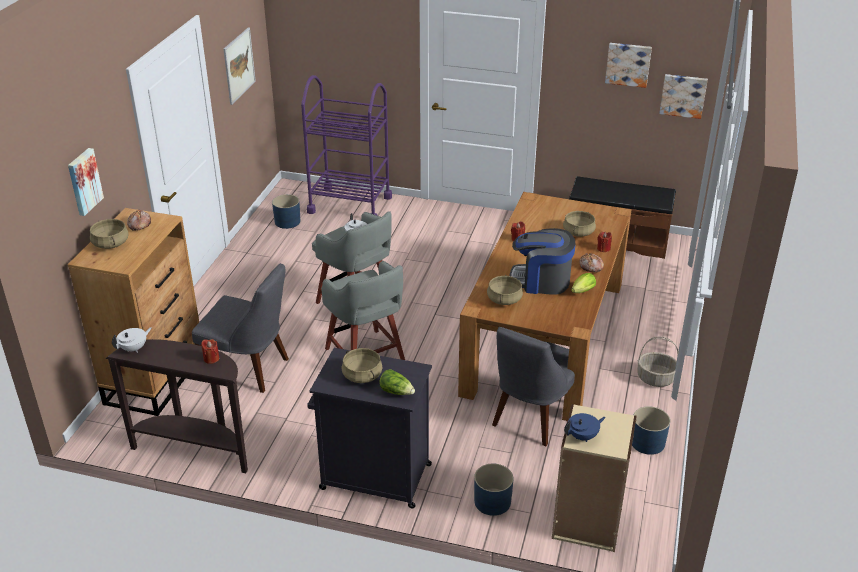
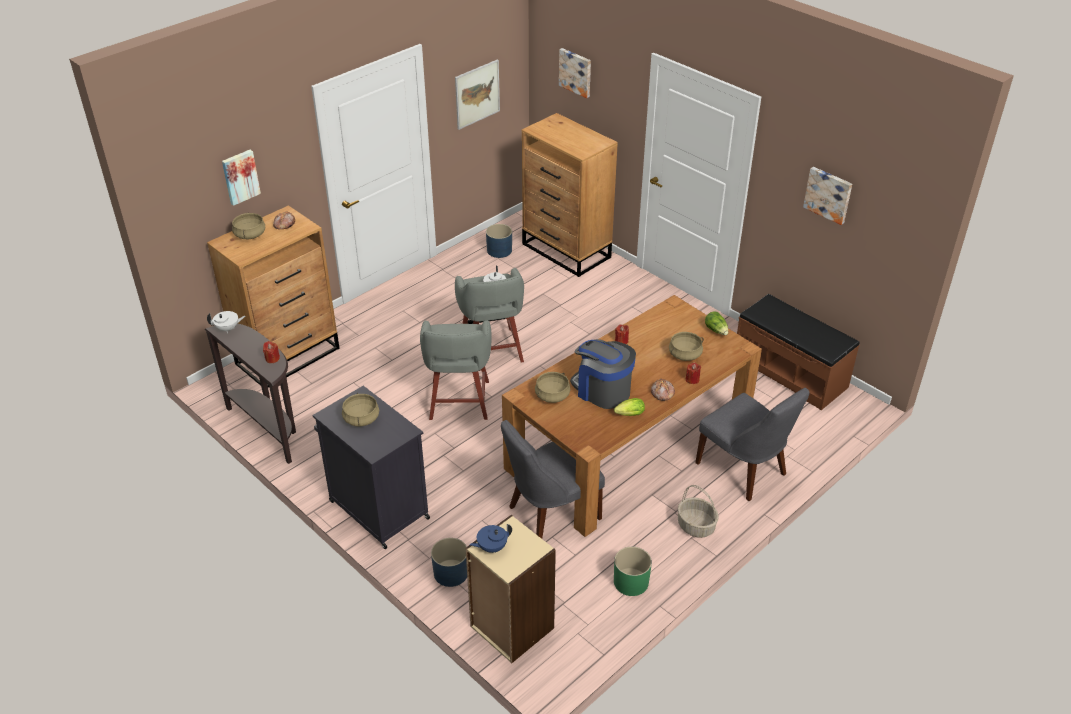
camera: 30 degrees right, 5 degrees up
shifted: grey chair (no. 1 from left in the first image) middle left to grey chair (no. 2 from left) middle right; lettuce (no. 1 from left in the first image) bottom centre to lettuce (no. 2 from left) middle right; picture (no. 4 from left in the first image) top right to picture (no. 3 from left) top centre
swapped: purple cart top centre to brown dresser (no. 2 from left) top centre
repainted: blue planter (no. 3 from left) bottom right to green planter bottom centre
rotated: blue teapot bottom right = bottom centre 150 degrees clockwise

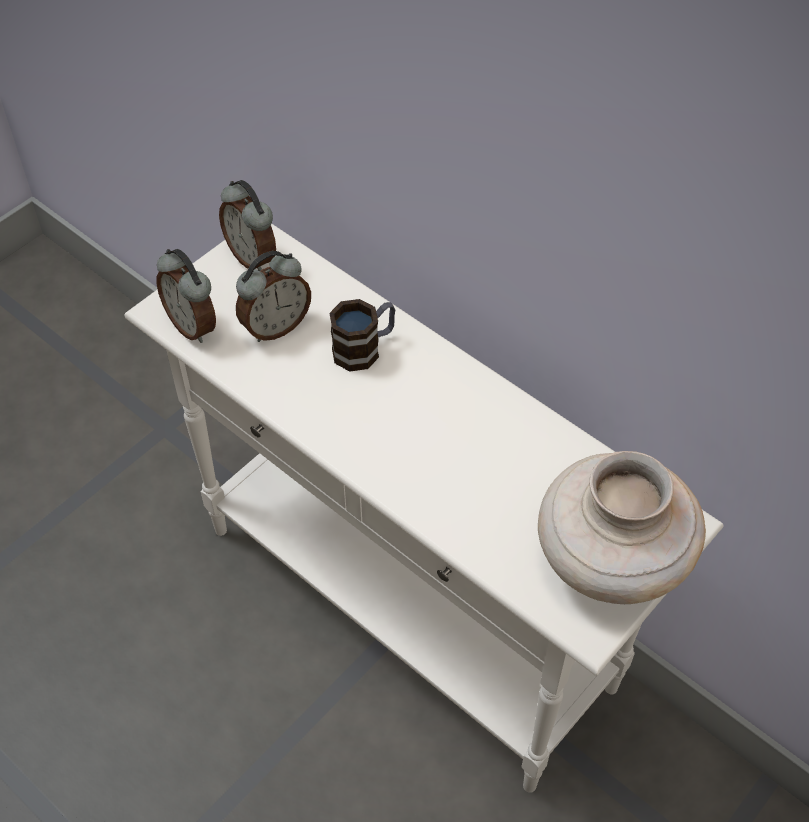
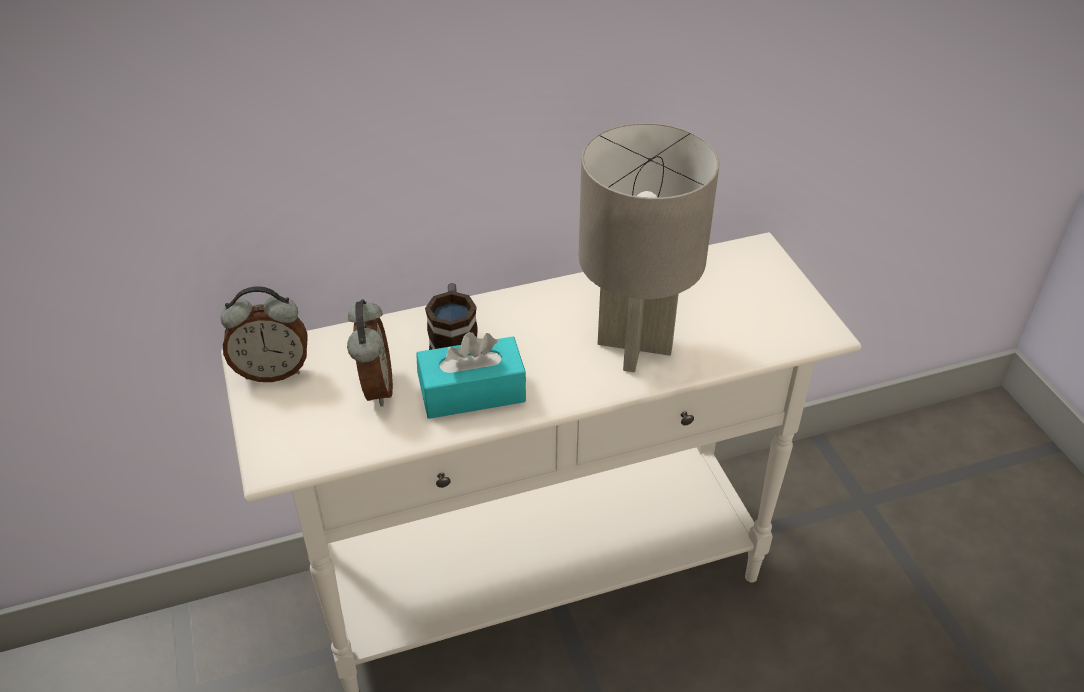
camera: 60 degrees left, 10 degrees down
gone: alarm clock (no. 1 from left) middle left; beige vase middle right
new: turquoise tissue box centre; grey table lamp centre

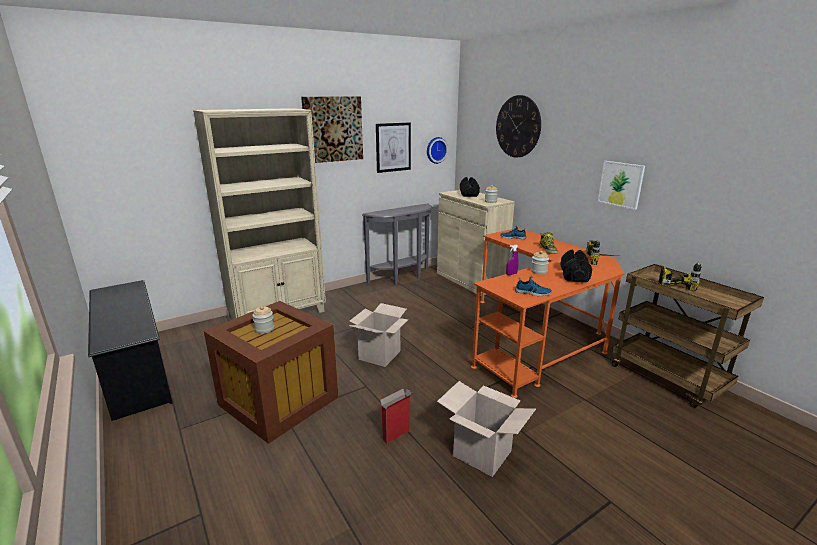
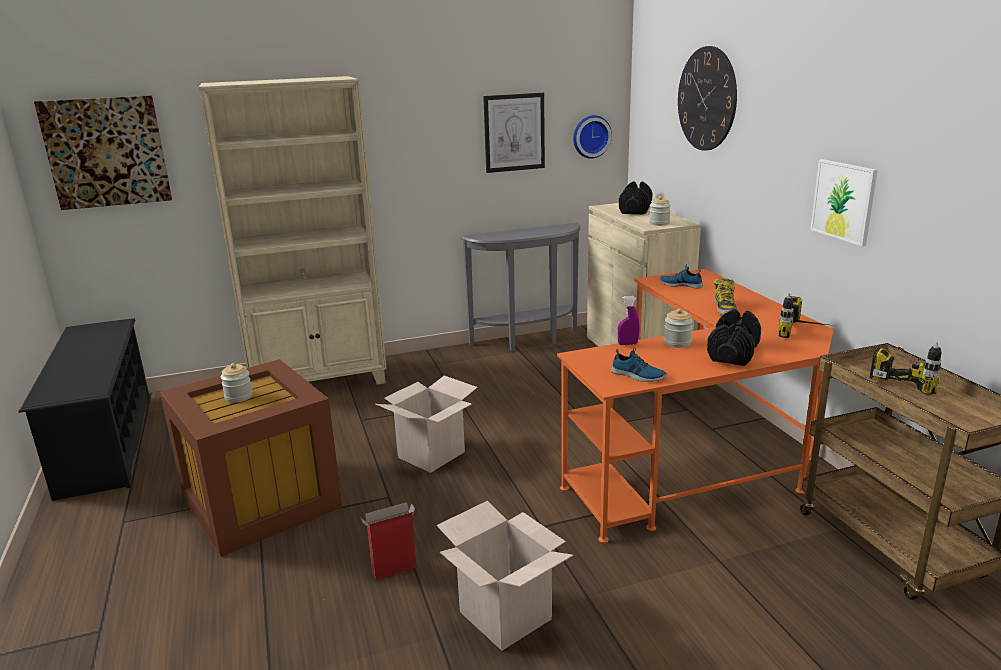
camera: 15 degrees right, 0 degrees up
shifted: picture (no. 1 from left) top centre to top left

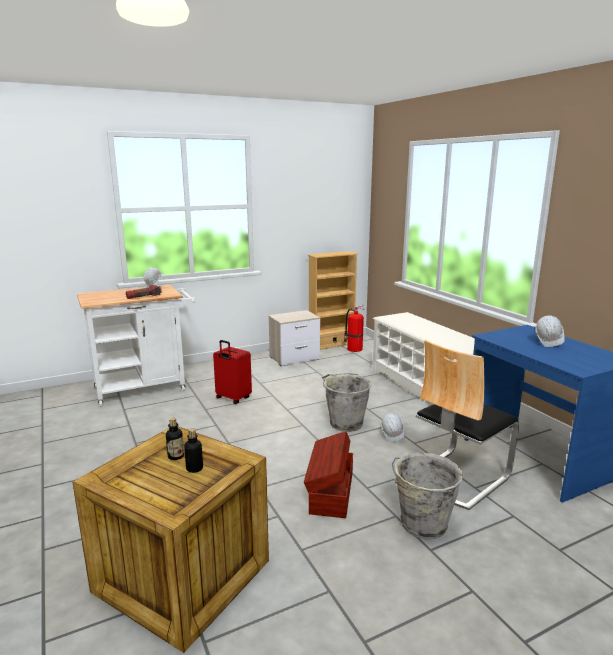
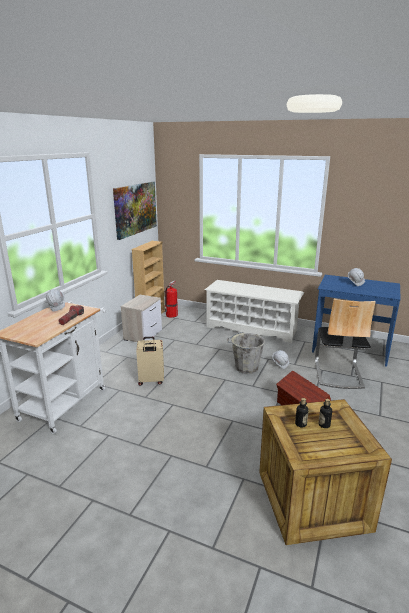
camera: 40 degrees left, 5 degrees up
gone: grey bucket (no. 2 from left) bottom right
new: picture middle left
repainted: red suitcase centre to beige suitcase centre

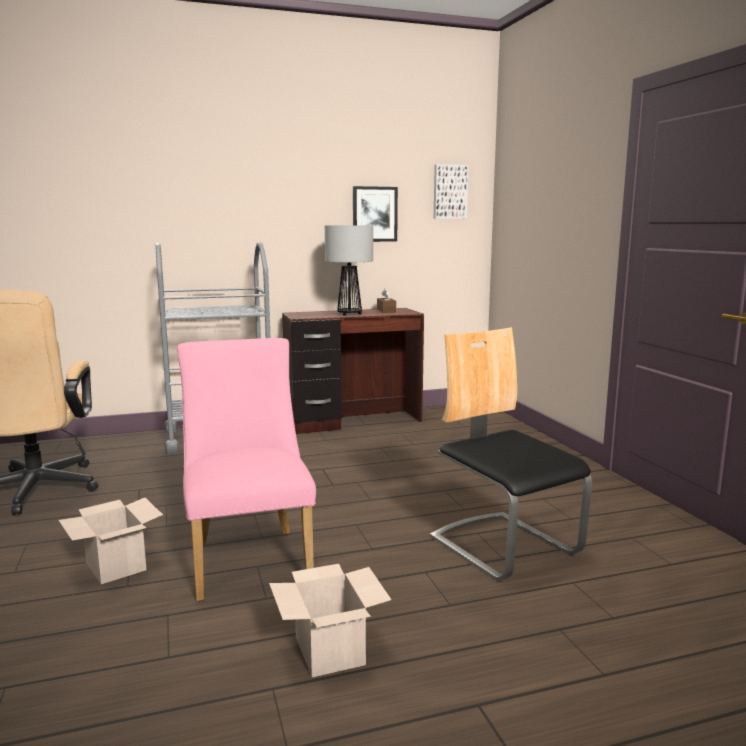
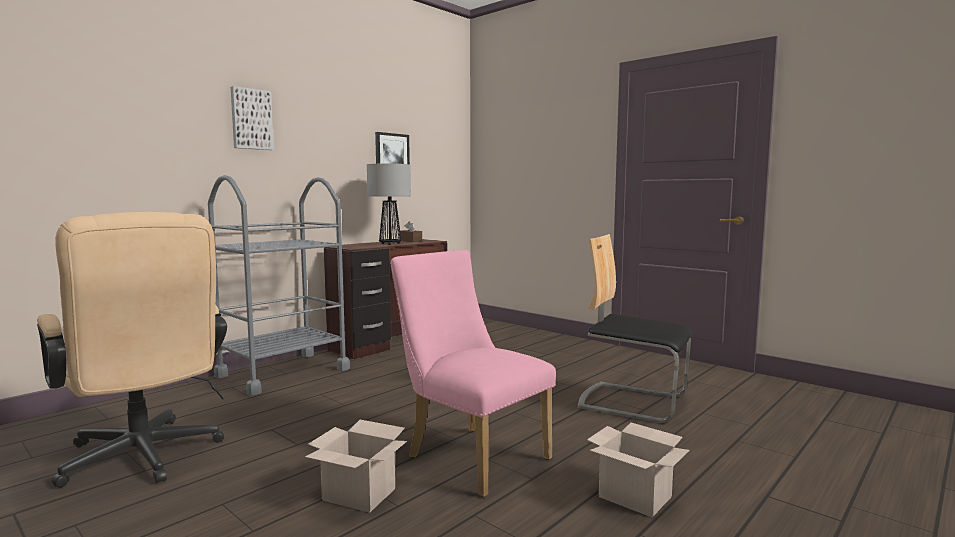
camera: 30 degrees left, 5 degrees down
shifted: picture (no. 2 from left in the first image) top centre to picture (no. 1 from left) top left

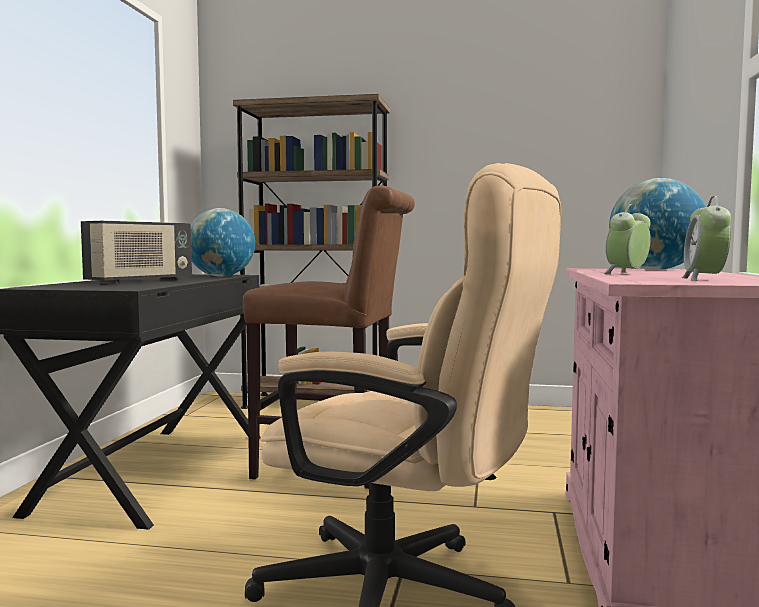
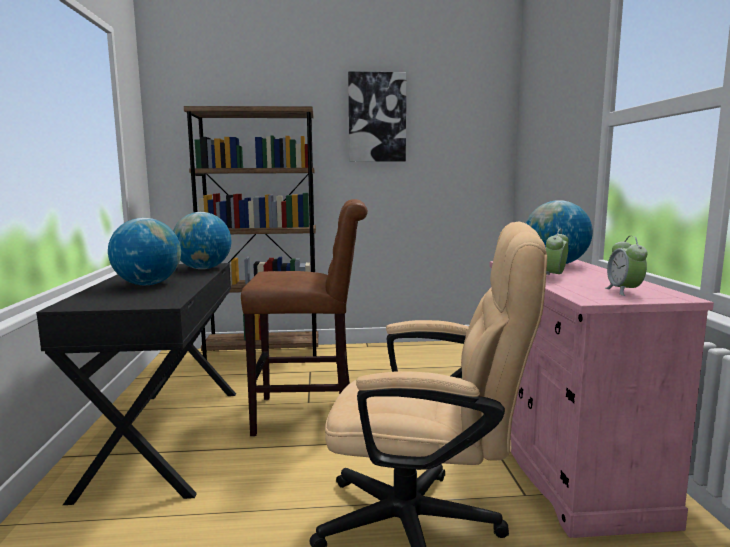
camera: 15 degrees left, 5 degrees up
new: picture top centre
swapped: radio middle left to globe (no. 1 from left) middle left

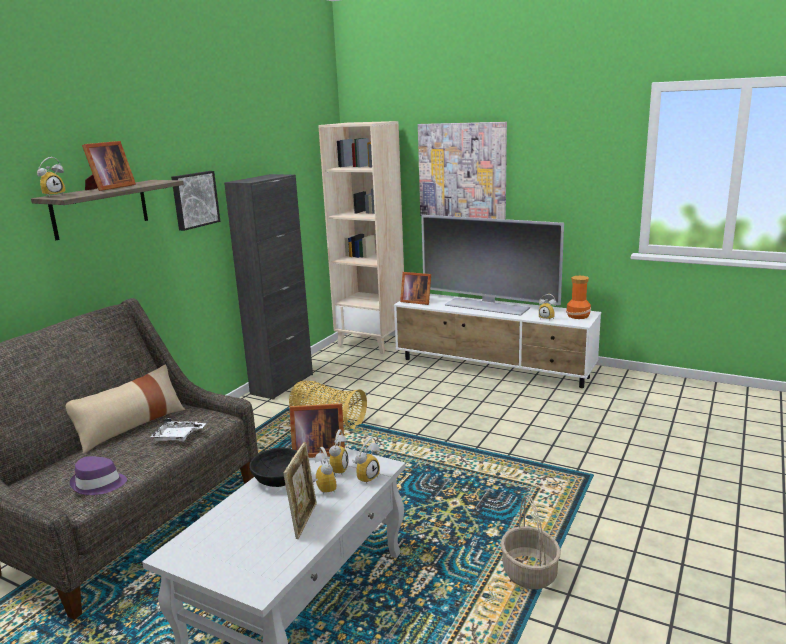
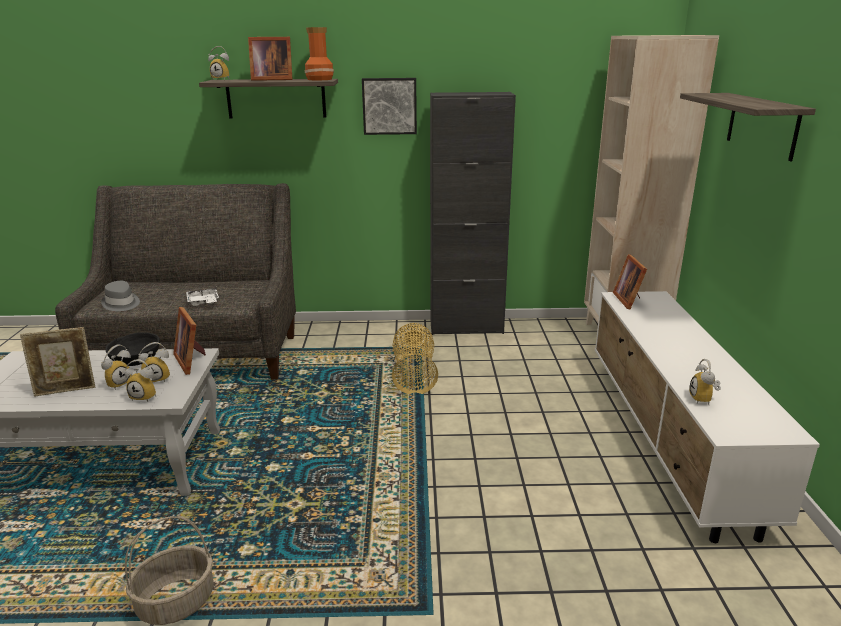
camera: 60 degrees right, 5 degrees up
gone: beige pillow middle left; television centre
shifted: vase middle right to top centre
swapped: picture (no. 2 from left) top centre to shelf (no. 2 from left) top right
repainted: purple hat bottom left to grey hat middle left

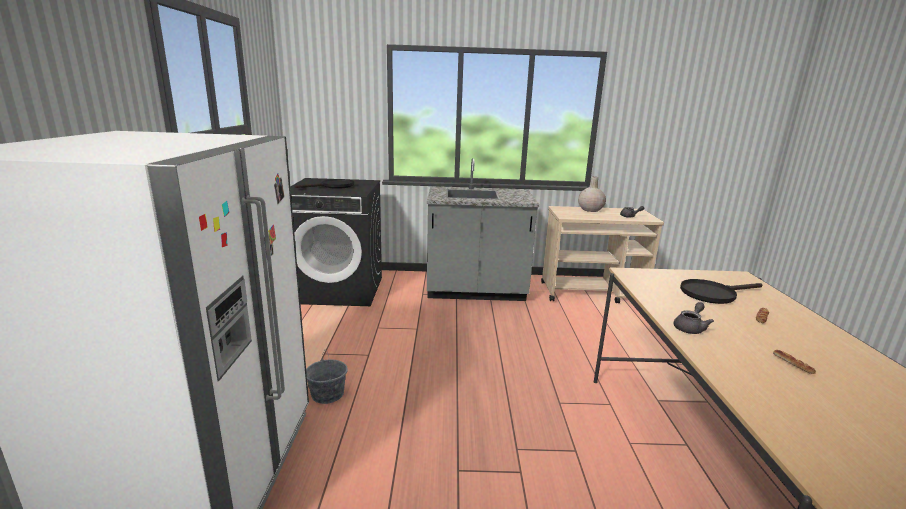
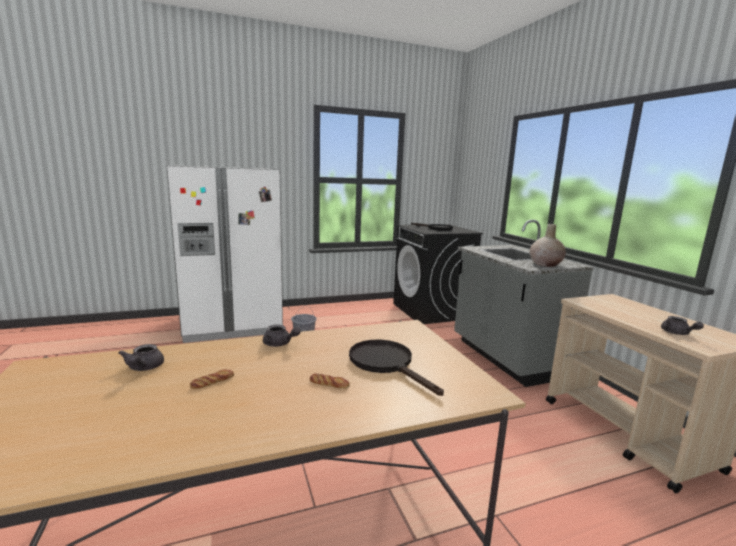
camera: 70 degrees right, 5 degrees down
new: grey teapot (no. 1 from left) middle left
shifted: beige vase centre to middle right

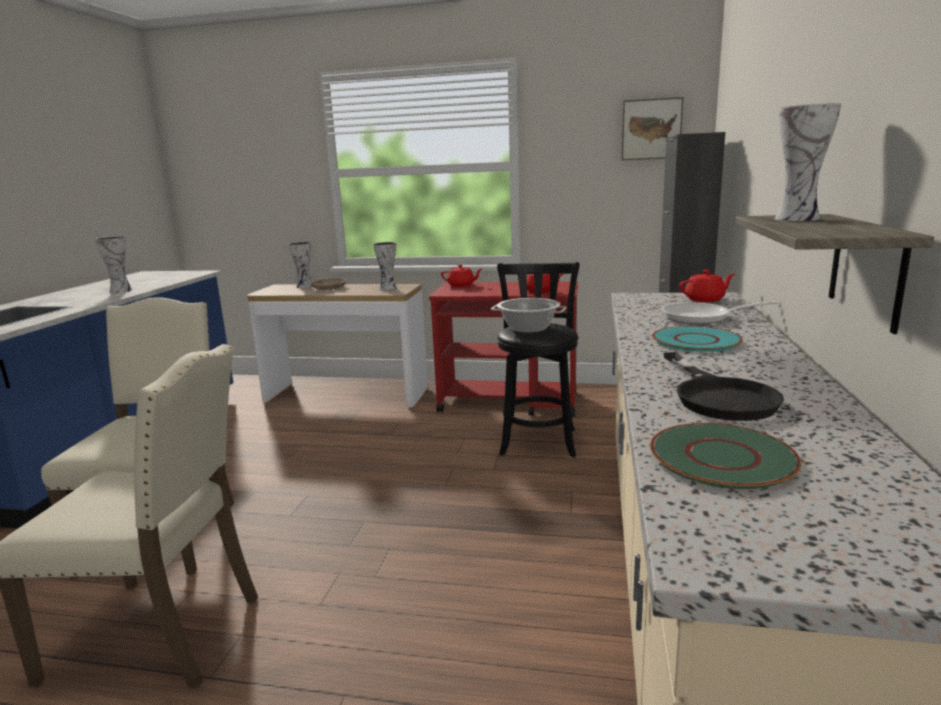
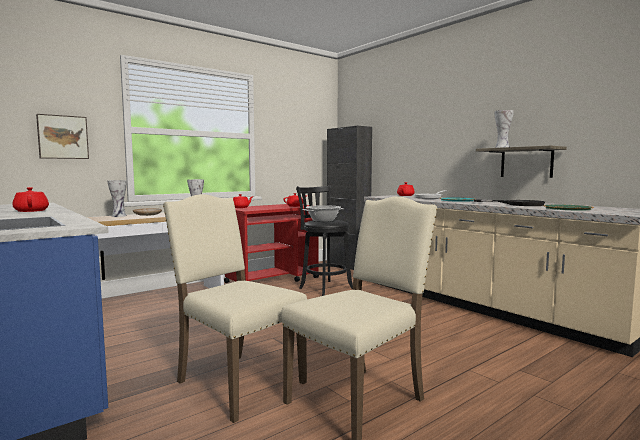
camera: 50 degrees left, 10 degrees down
shifted: picture top right to top left
swapped: vase (no. 1 from left) middle left to red teapot (no. 1 from left) middle left

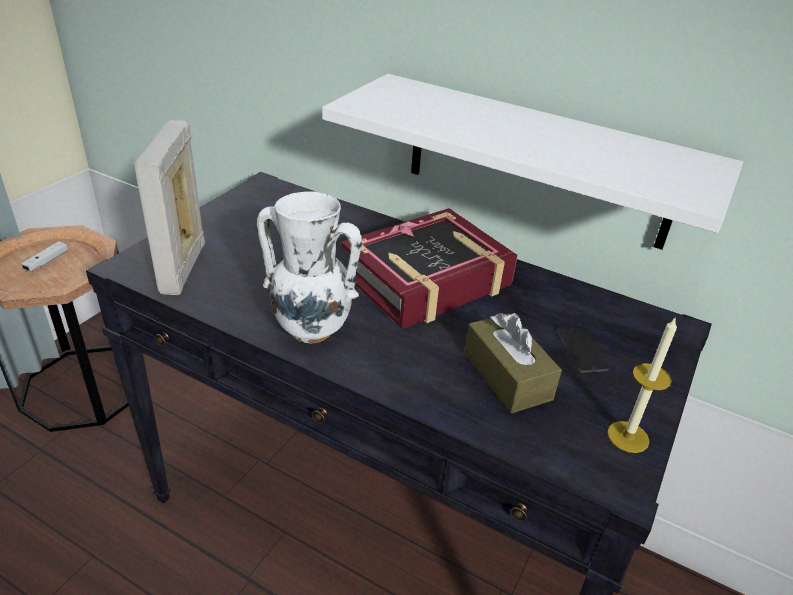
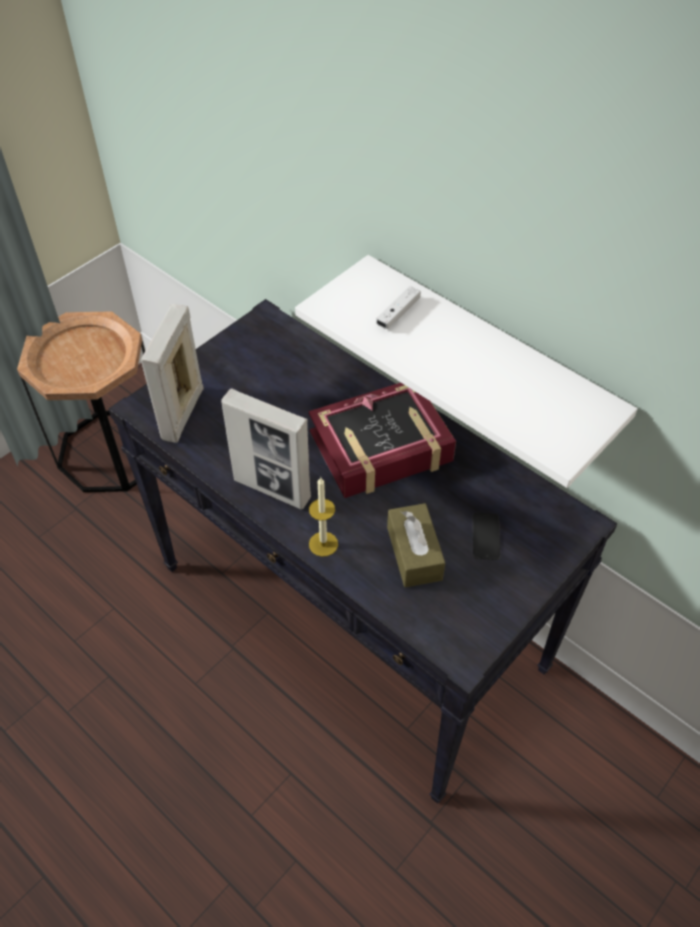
camera: 15 degrees right, 15 degrees up
shifted: white game controller middle left to top centre; candle middle right to centre
swapped: white vase centre to picture frame (no. 2 from left) centre

